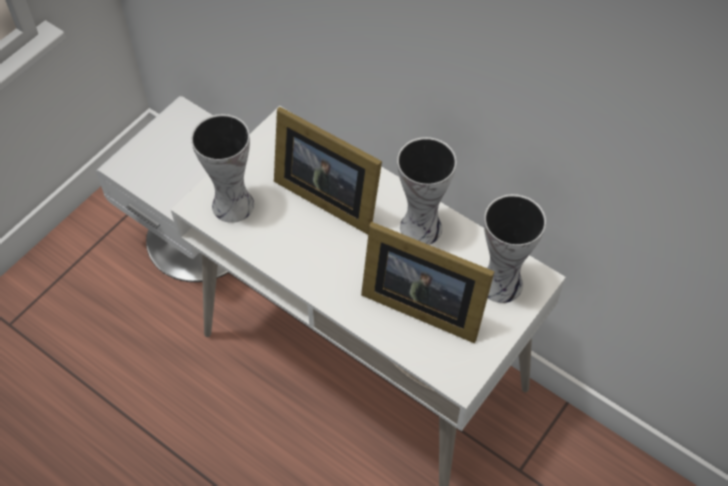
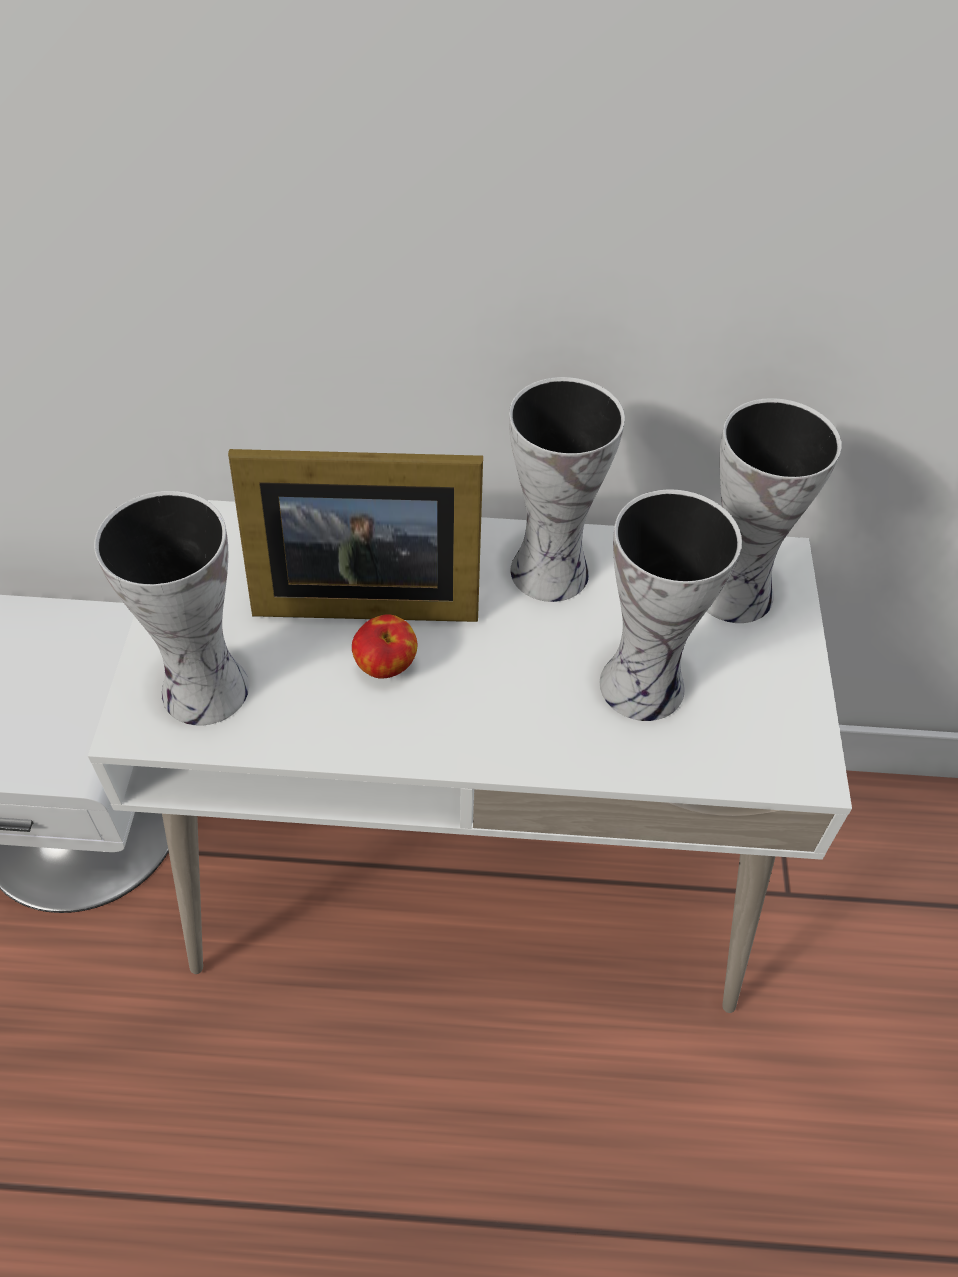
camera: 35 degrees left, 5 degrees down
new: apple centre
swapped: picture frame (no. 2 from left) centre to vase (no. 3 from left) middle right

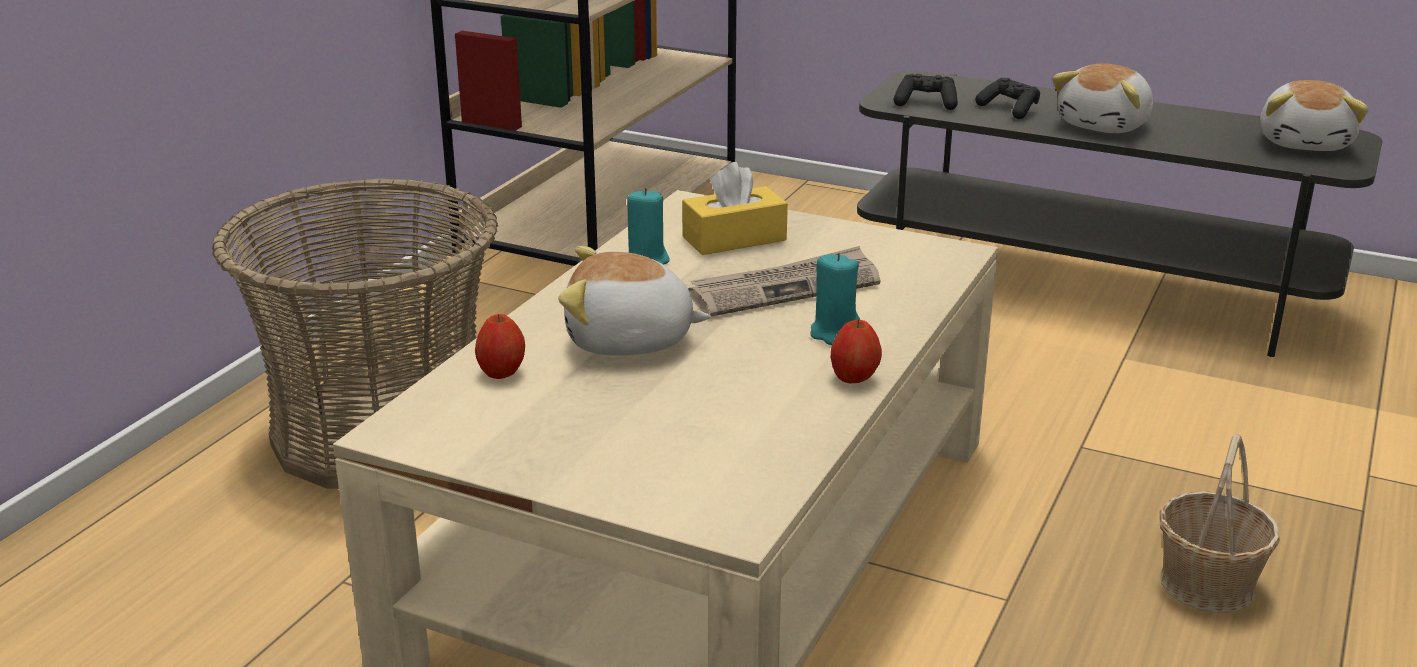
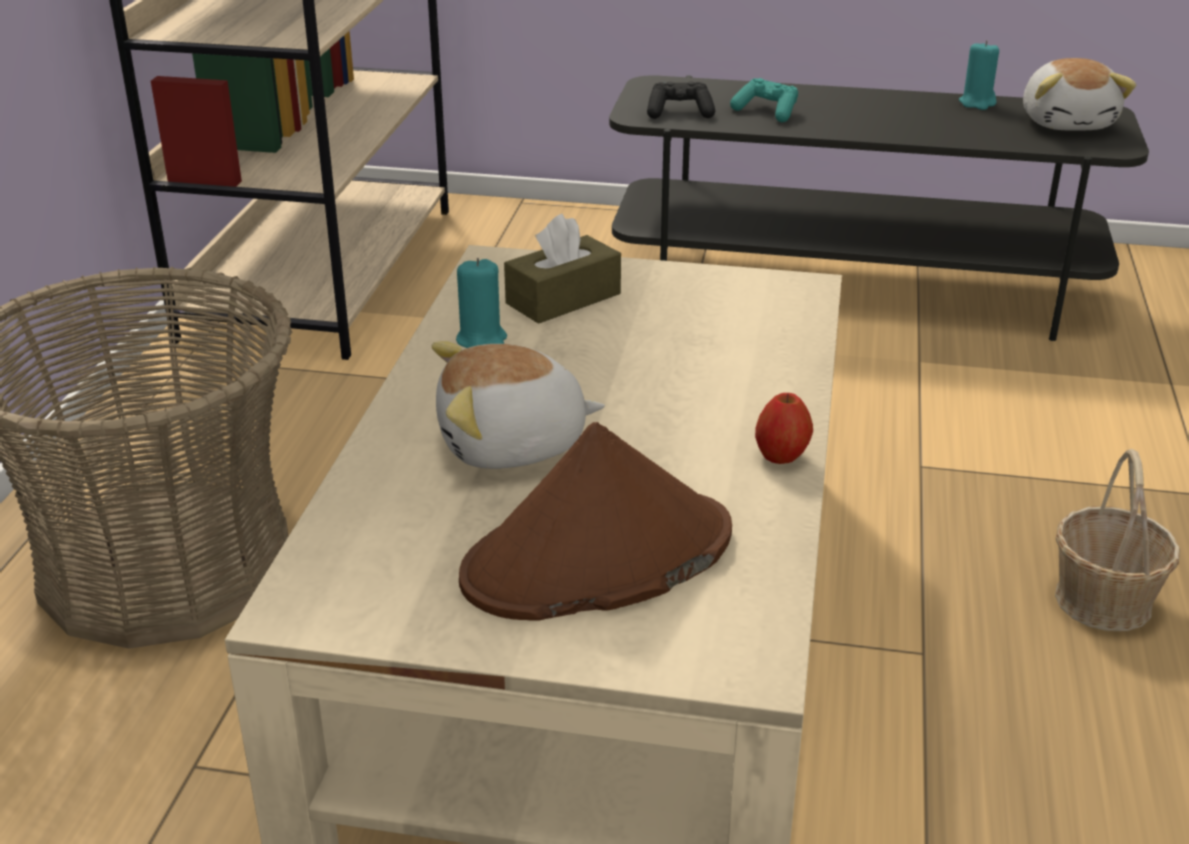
camera: 15 degrees left, 5 degrees up
gone: apple (no. 1 from left) centre; newspaper centre; plush toy (no. 2 from left) top right
new: brown hat centre
shifted: turquoise candle (no. 2 from left) centre to top right
repainted: yellow tissue box top centre to brown tissue box top centre; black game controller (no. 2 from left) top right to turquoise game controller top centre

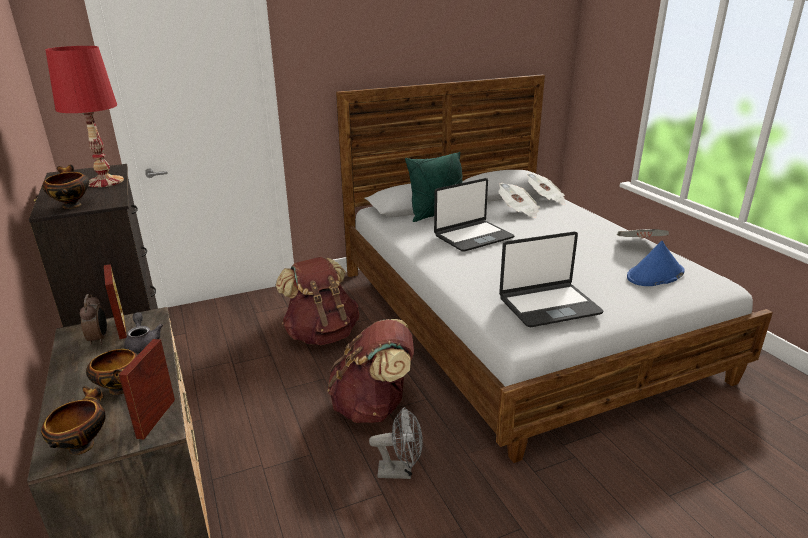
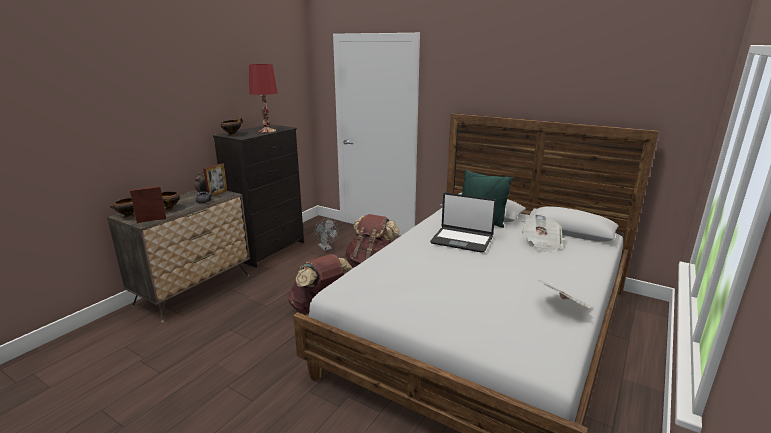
camera: 55 degrees right, 5 degrees down
gone: laptop (no. 2 from left) middle right; newspaper (no. 2 from left) middle right; blue hat middle right
shifted: grey fan bottom centre to centre

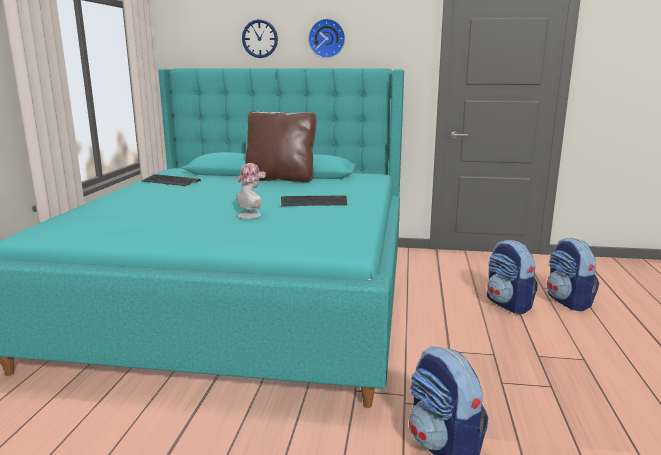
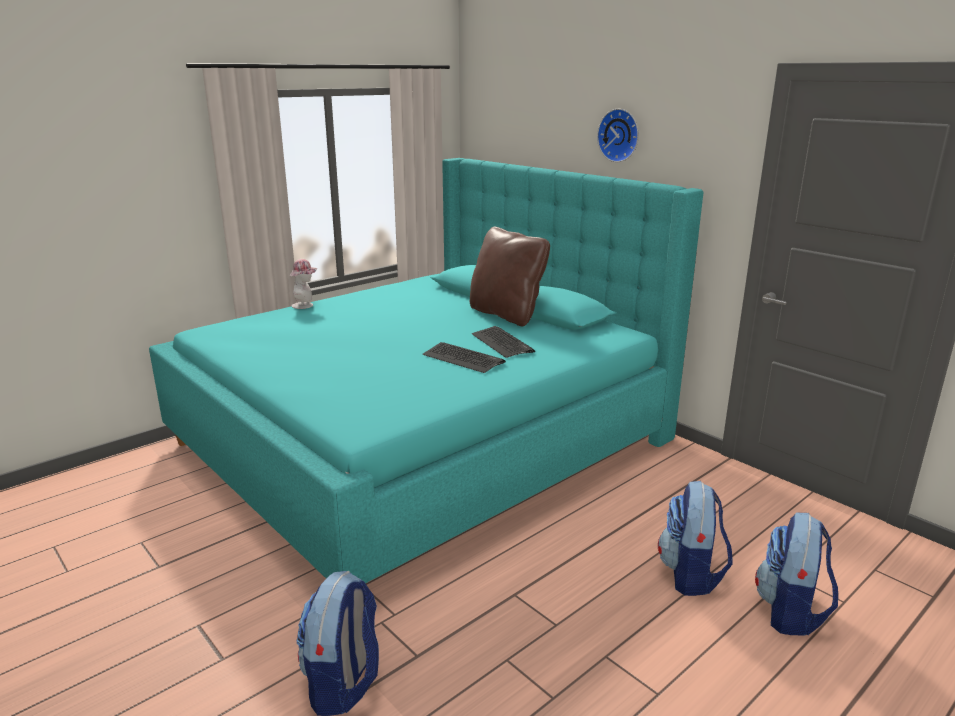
camera: 40 degrees right, 5 degrees up
gone: wall clock (no. 1 from left) top centre
shifted: keyboard (no. 1 from left in the first image) middle left to keyboard (no. 2 from left) centre; hat centre to middle left

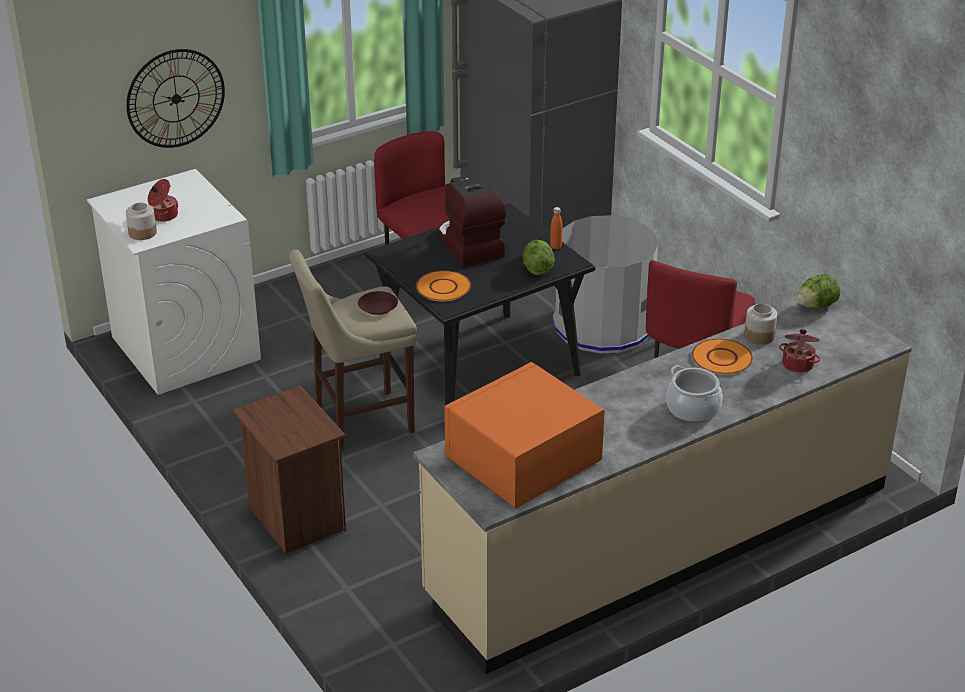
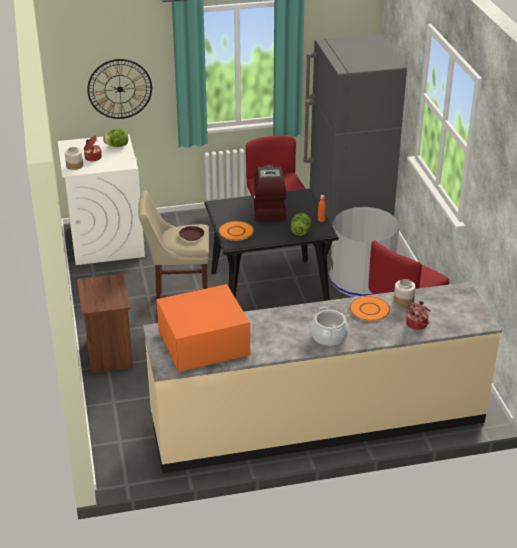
camera: 20 degrees right, 0 degrees up
shifted: lettuce (no. 2 from left in the first image) middle right to lettuce (no. 1 from left) top left

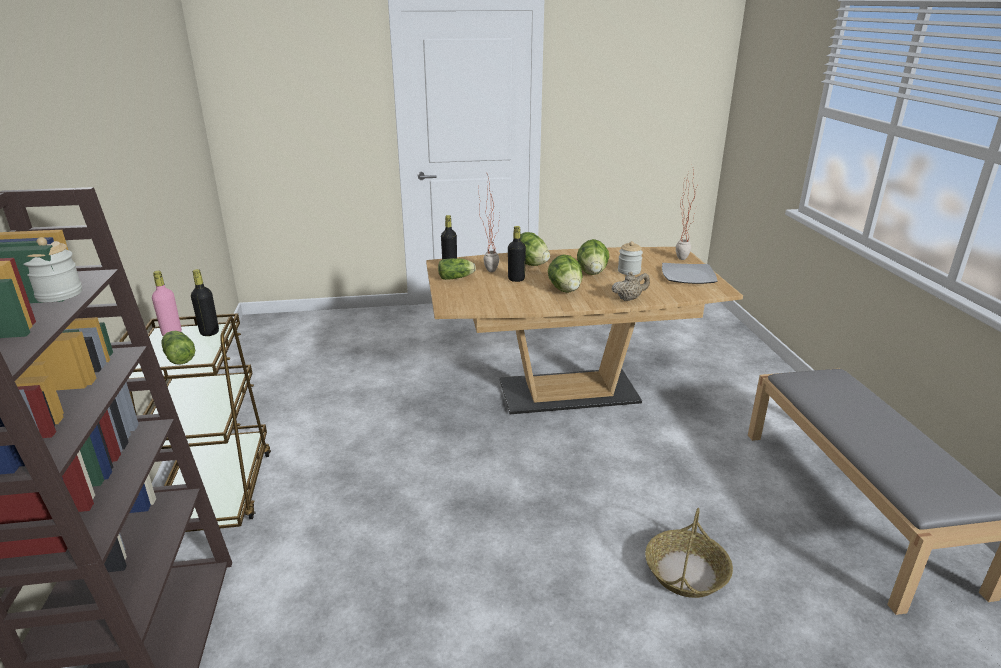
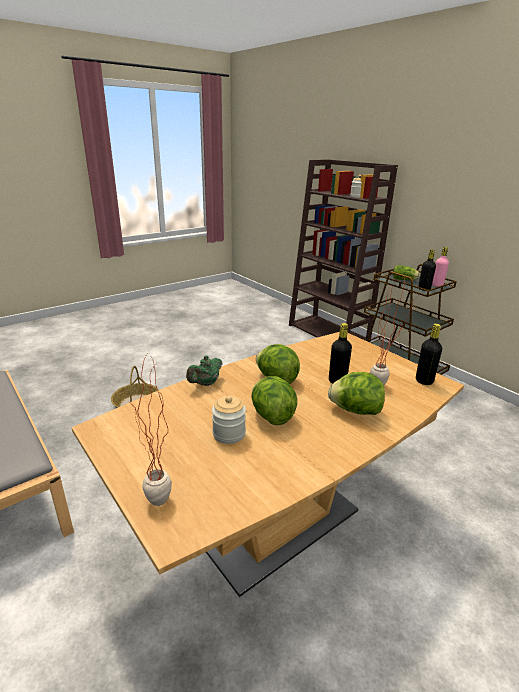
camera: 150 degrees right, 0 degrees up
gone: lettuce (no. 2 from left) centre; plate middle right
repainted: beige teapot centre to green teapot centre

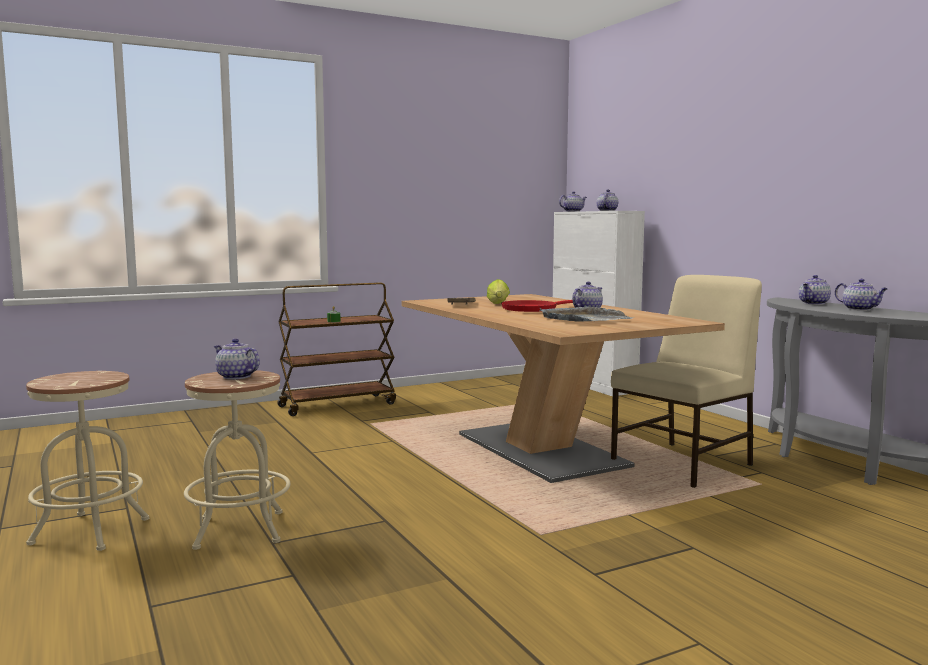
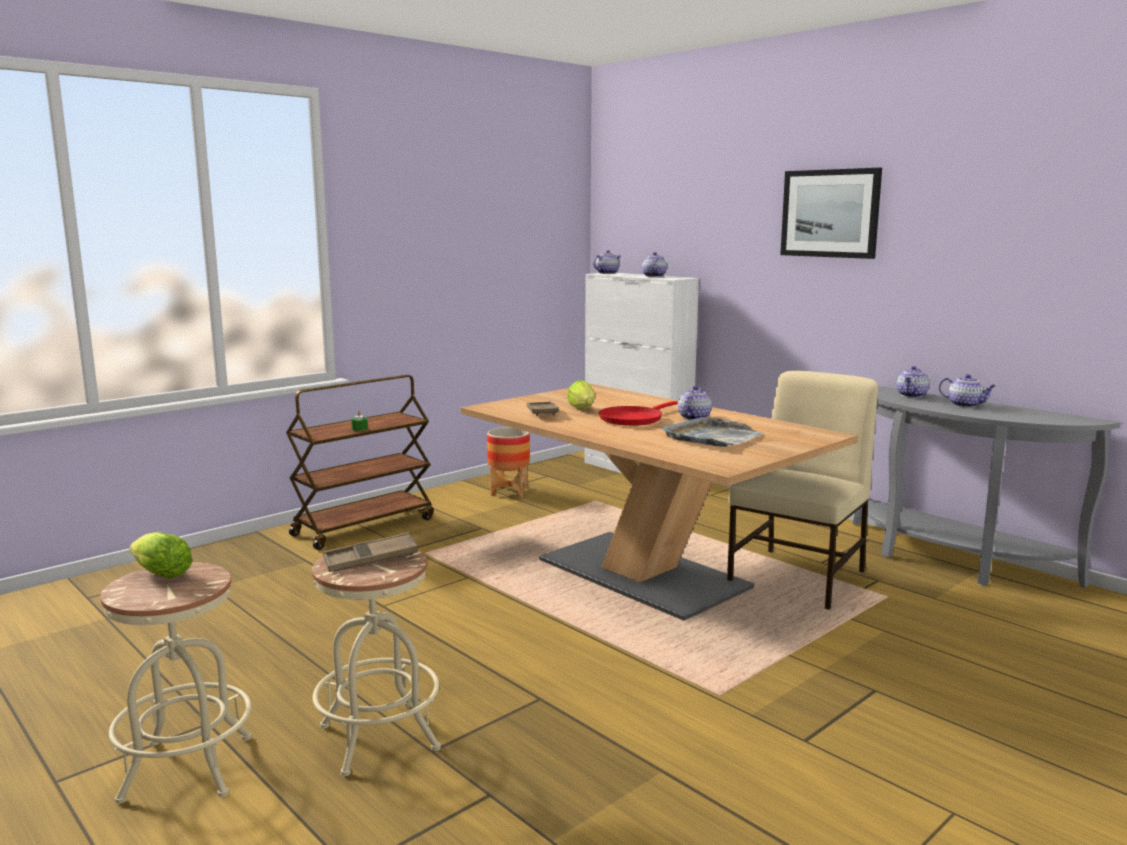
camera: 15 degrees left, 5 degrees up
new: lettuce (no. 1 from left) middle left; planter centre; picture top right
swapped: teapot (no. 1 from left) middle left to brown tray (no. 1 from left) middle left

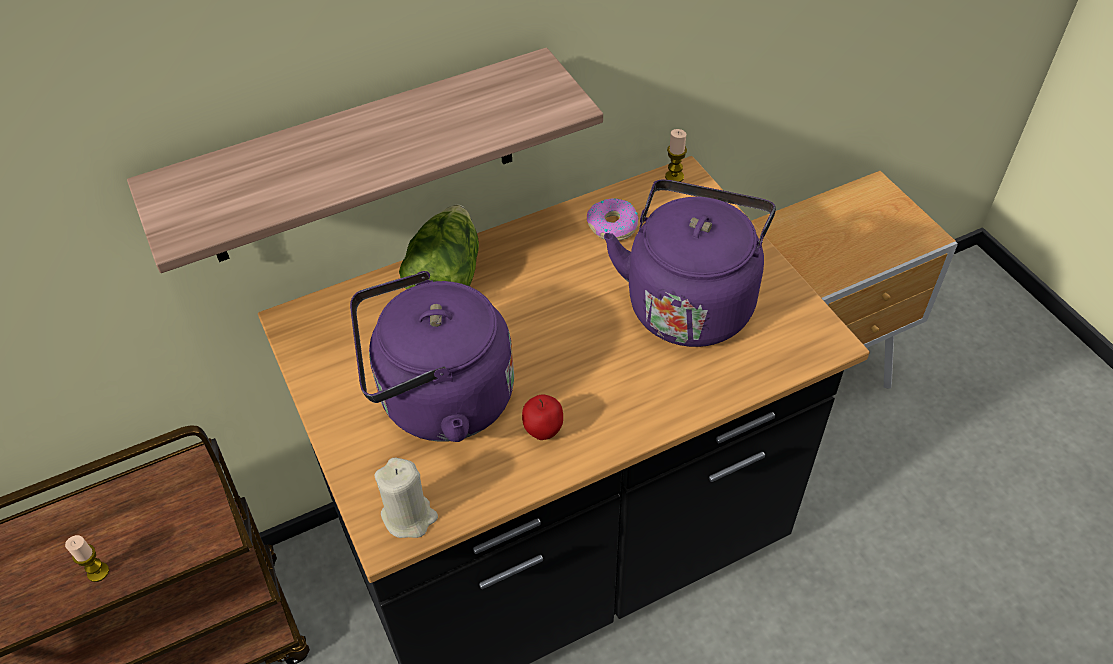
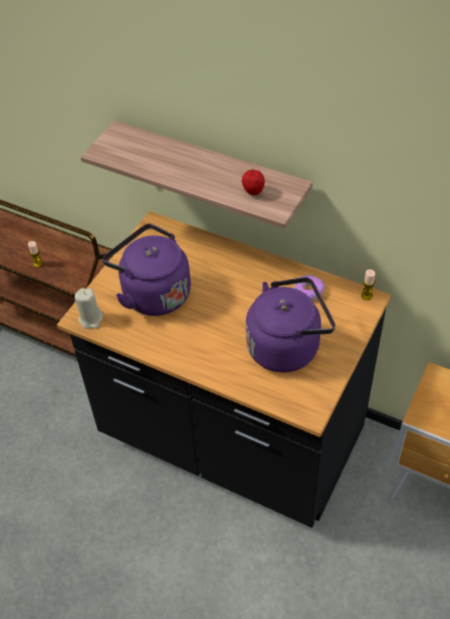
camera: 55 degrees right, 0 degrees up
gone: lettuce centre
shifted: apple centre to top centre

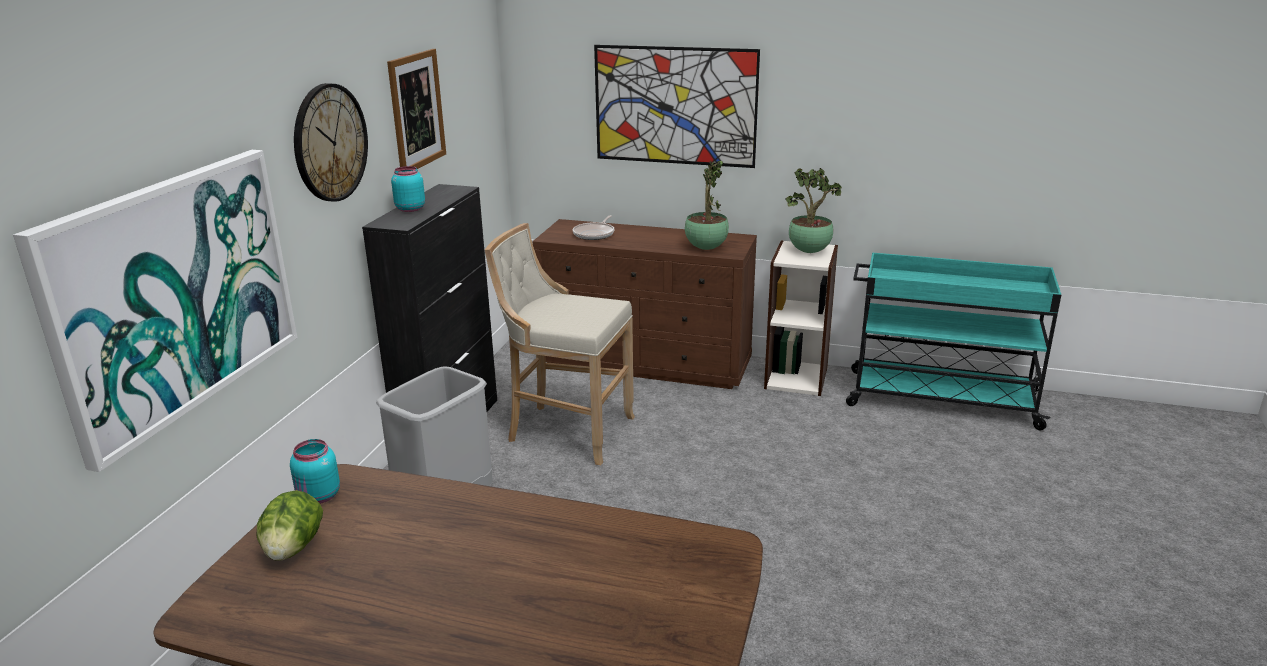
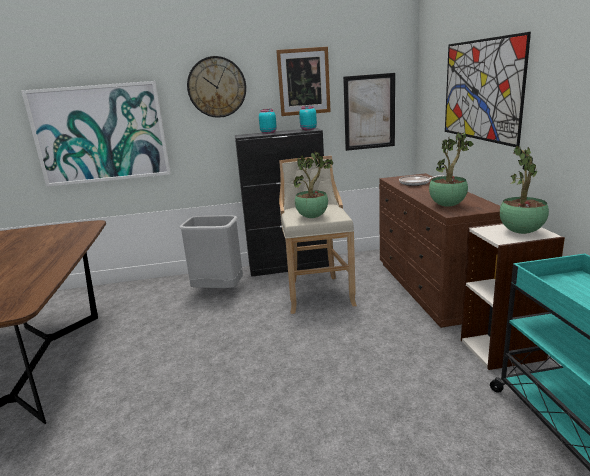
camera: 65 degrees right, 5 degrees down
gone: lettuce bottom left
new: potted plant (no. 1 from left) centre; picture (no. 3 from left) top centre
shifted: turquoise jar (no. 1 from left in the first image) bottom left to turquoise jar (no. 2 from left) top centre

